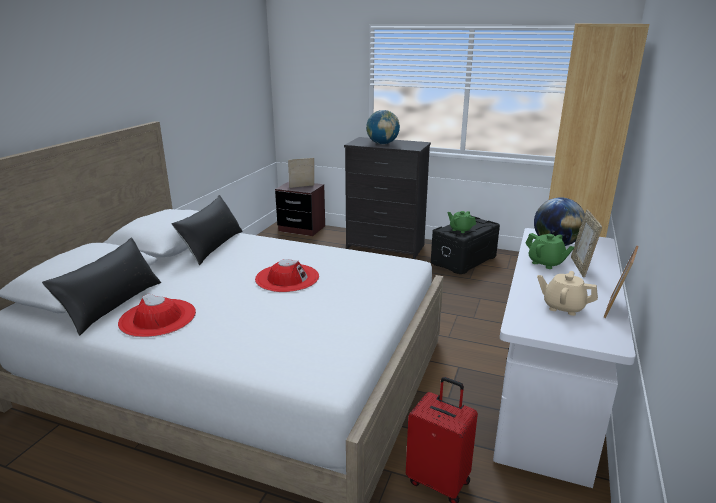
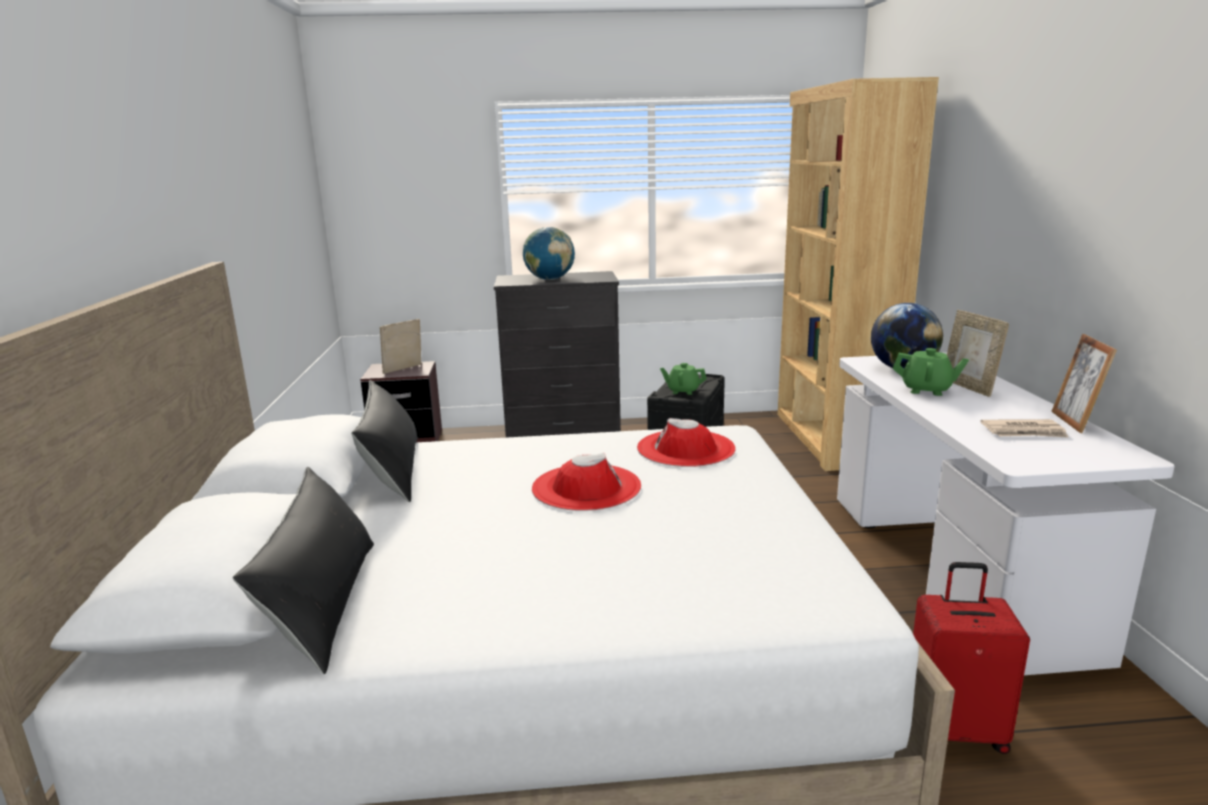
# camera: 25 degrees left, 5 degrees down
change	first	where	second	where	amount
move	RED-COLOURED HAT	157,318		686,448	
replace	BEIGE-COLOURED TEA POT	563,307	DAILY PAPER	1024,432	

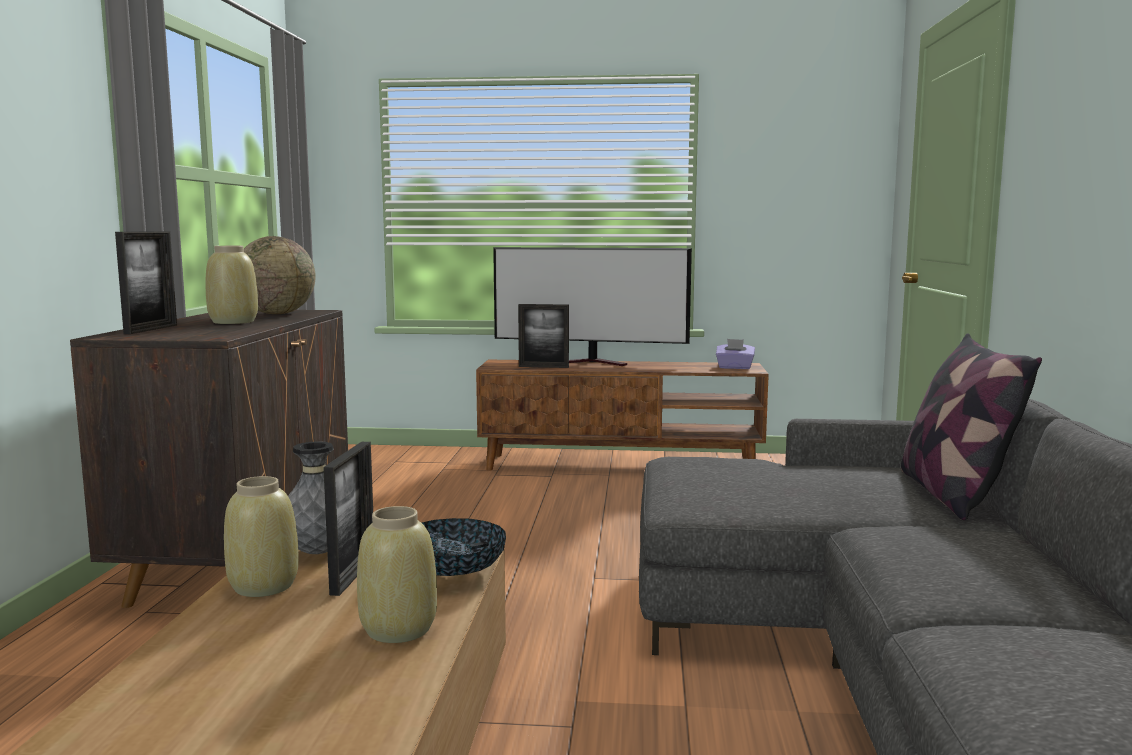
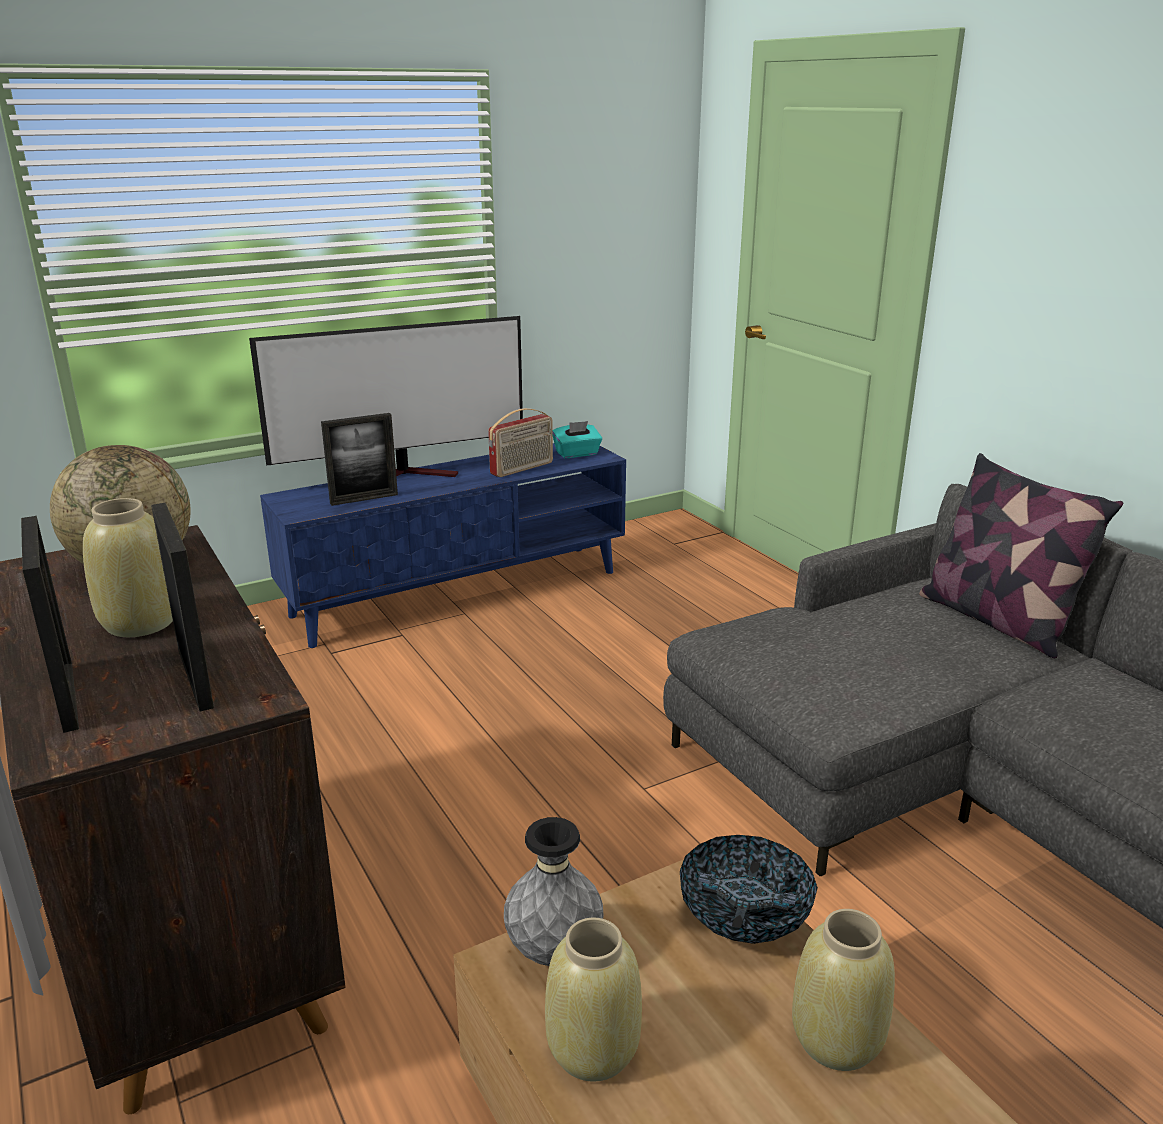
# camera: 35 degrees left, 15 degrees up
change	first	where	second	where	amount
move	STANDING FRAME	353,575		195,678	
recolor	BROWNISH TV UNIT	621,465	BLUE TV UNIT	459,592	
insert			RADIO SET	522,469	
recolor	PURPLE TISSUE HOLDER	734,367	TURQUOISE TISSUE HOLDER	577,454	

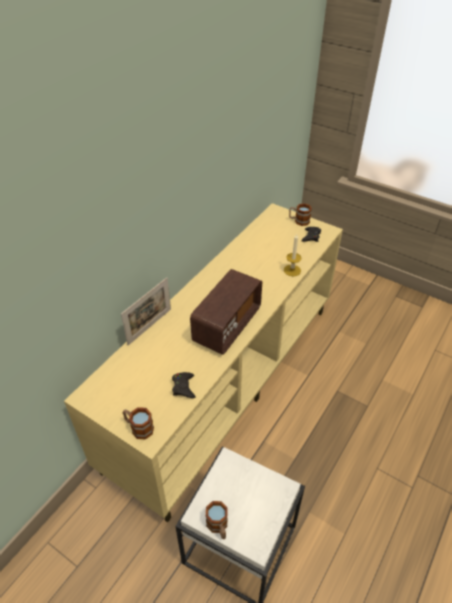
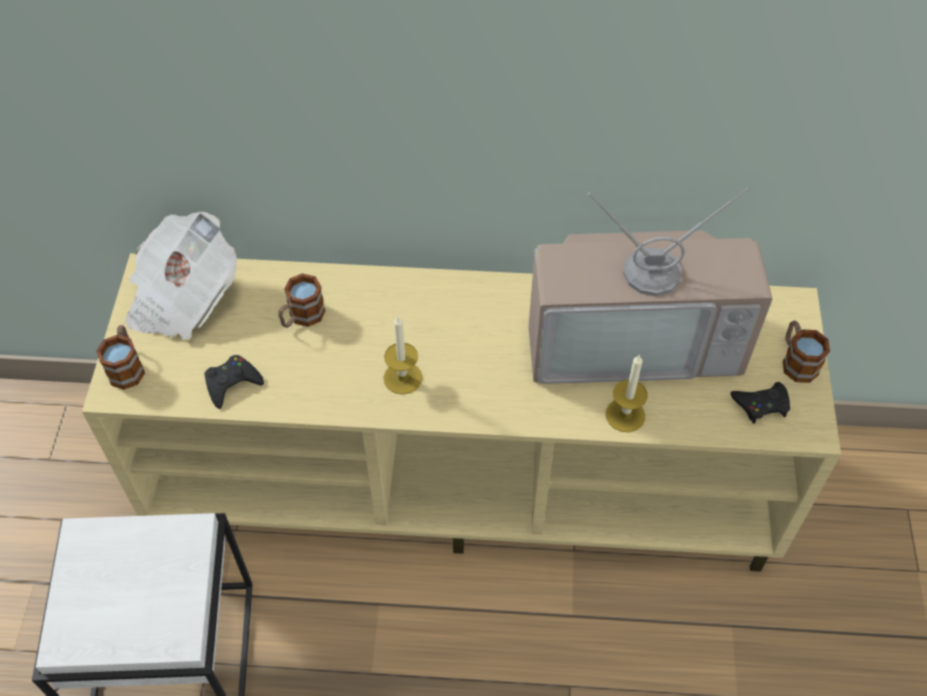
# camera: 60 degrees right, 10 degrees up
change	first	where	second	where	amount
insert			DAILY PAPER	183,297	
move	MUG	218,526		301,317	
replace	RADIO SET	227,325	WAX LIGHT	402,378	
insert			TV SET	634,338	
delete	STANDING FRAME	149,326			

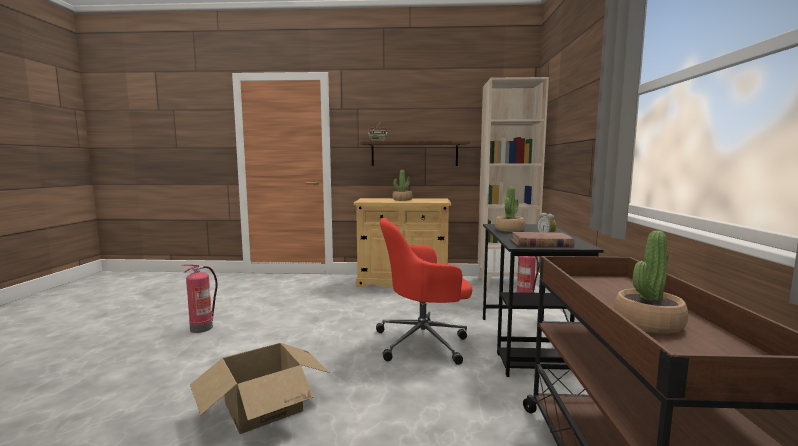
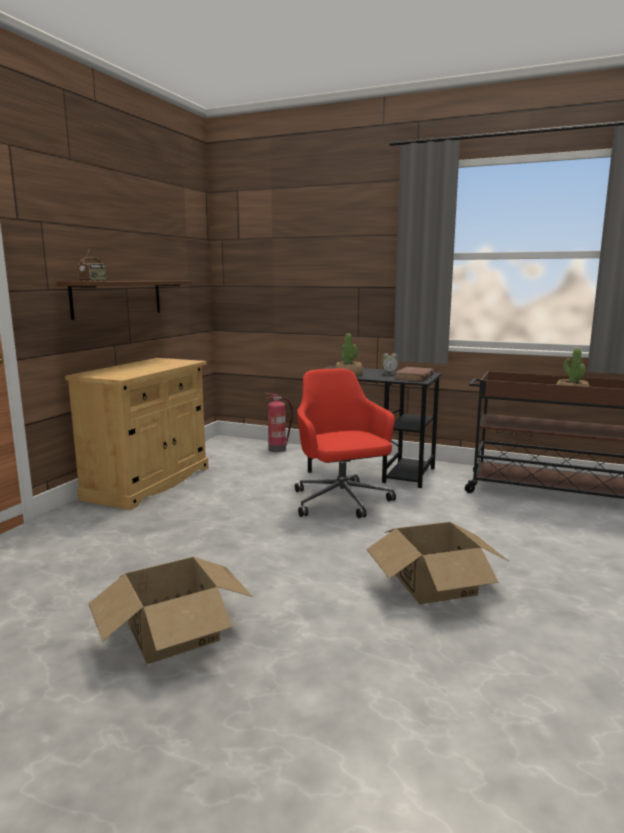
# camera: 70 degrees left, 5 degrees up
change	first	where	second	where	amount
replace	FIRE-FIGHTING CYLINDER	202,328	PACKING BOX	173,632	
rotate	RED-COLOURED DESK CHAIR	424,342		341,502	150 degrees clockwise
delete	POTTED PLANT	402,200			
delete	BEIGE-COLOURED SHELVING UNIT	506,283			

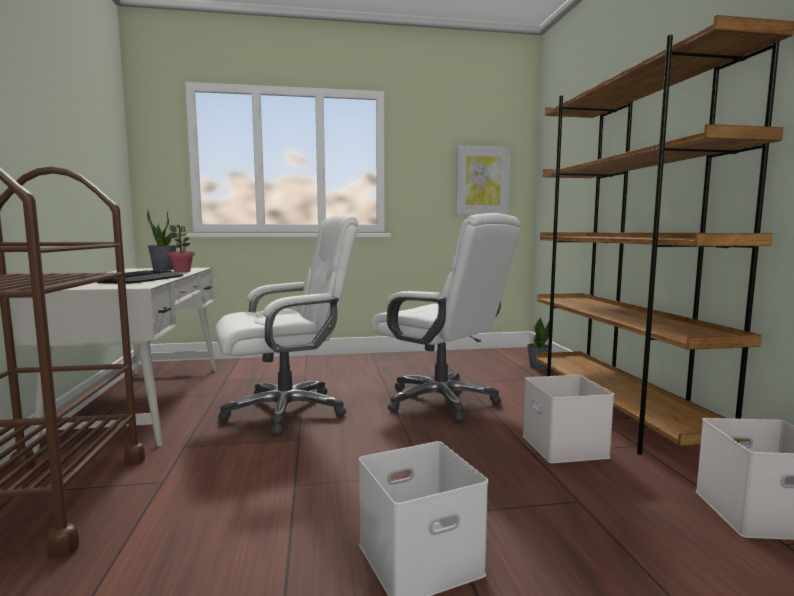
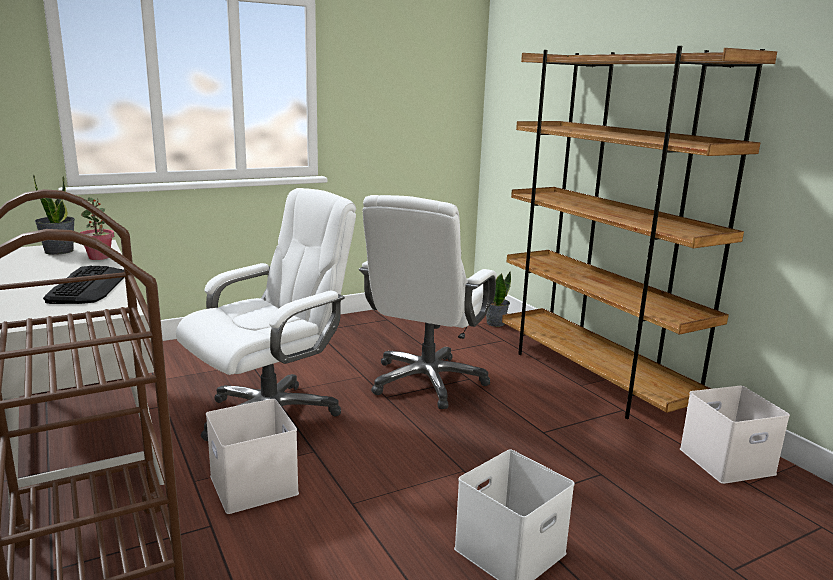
# camera: 20 degrees left, 10 degrees up
change	first	where	second	where	amount
move	WHITISH STORAGE BOX	566,447		255,485	
rotate	WHITISH DESK CHAIR	442,401		427,381	90 degrees clockwise
delete	WALL ART	482,181			

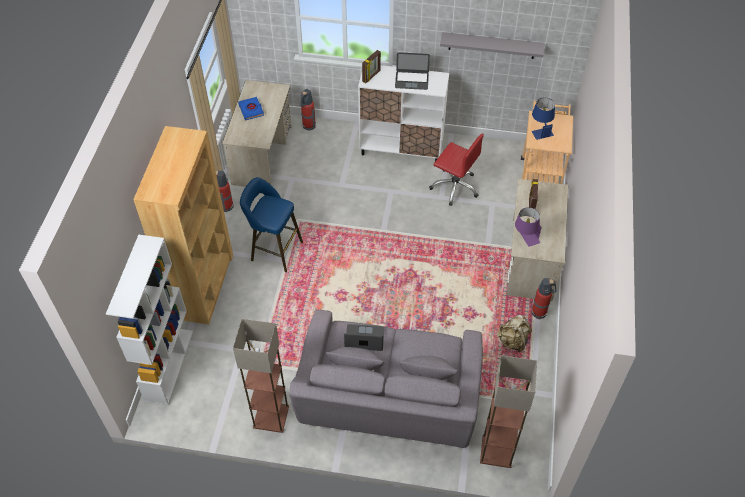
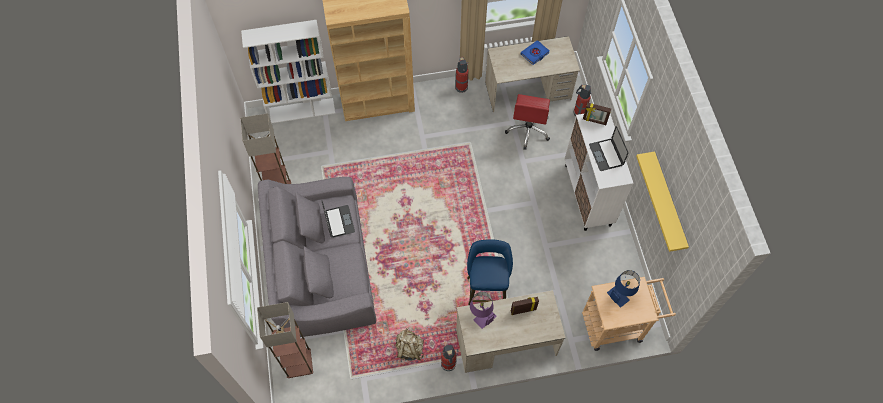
# camera: 70 degrees right, 10 degrees up
change	first	where	second	where	amount
move	BLUE STOOL	274,250		486,292	
move	RED-COLOURED DESK CHAIR	455,187		528,130	
recolor	GREYISH BRACKET SHELF	491,45	YELLOWISH BRACKET SHELF	668,202	

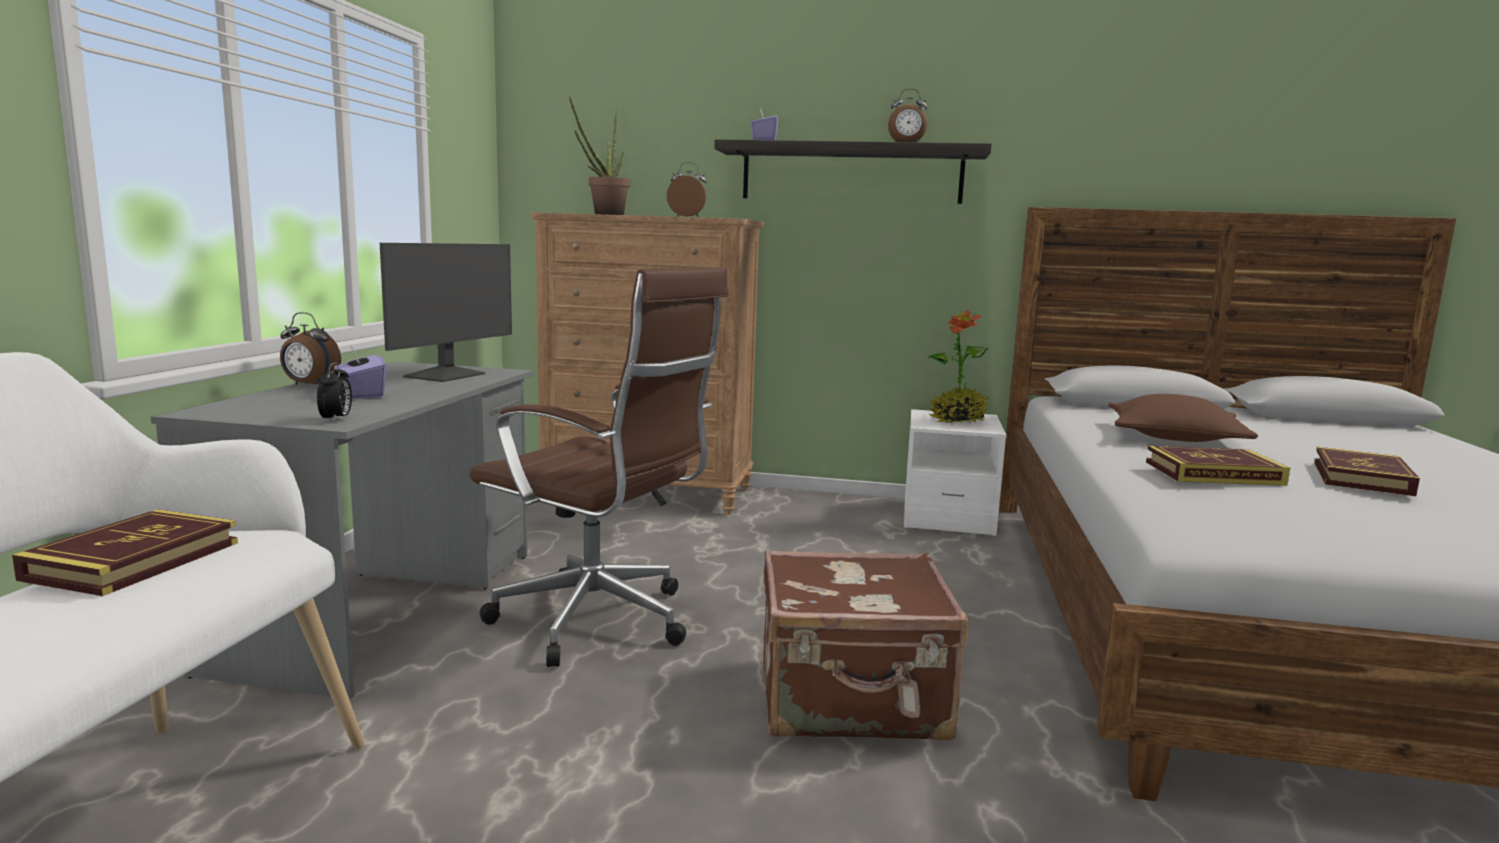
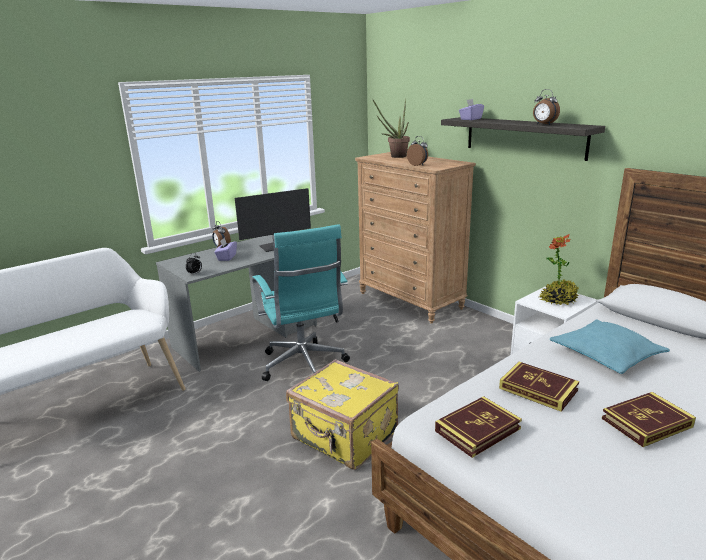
# camera: 40 degrees right, 10 degrees up
change	first	where	second	where	amount
recolor	BROWNISH DESK CHAIR	601,622	TURQUOISE DESK CHAIR	304,366	
recolor	BROWNISH TRAVEL CASE	852,701	YELLOWISH TRAVEL CASE	344,437	
move	VOLUME	134,560		477,430	
recolor	BROWNISH THROW PILLOW	1174,438	TURQUOISE THROW PILLOW	606,355	

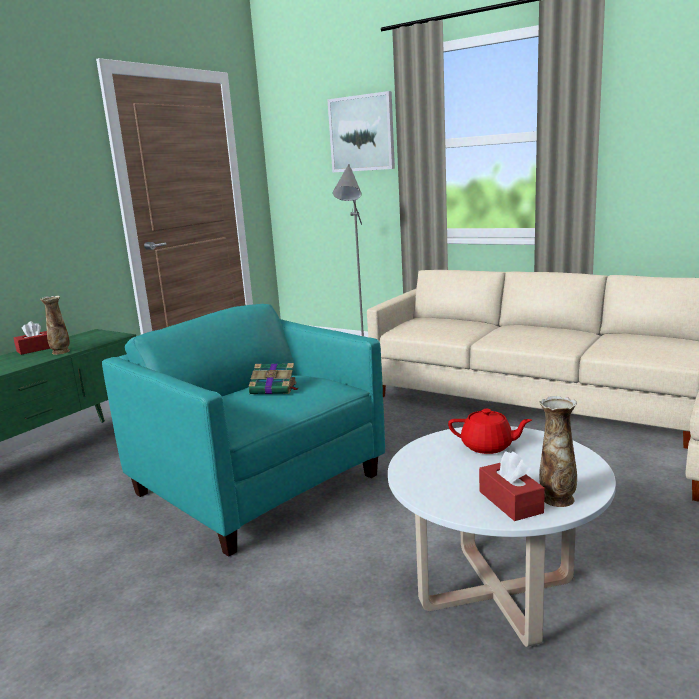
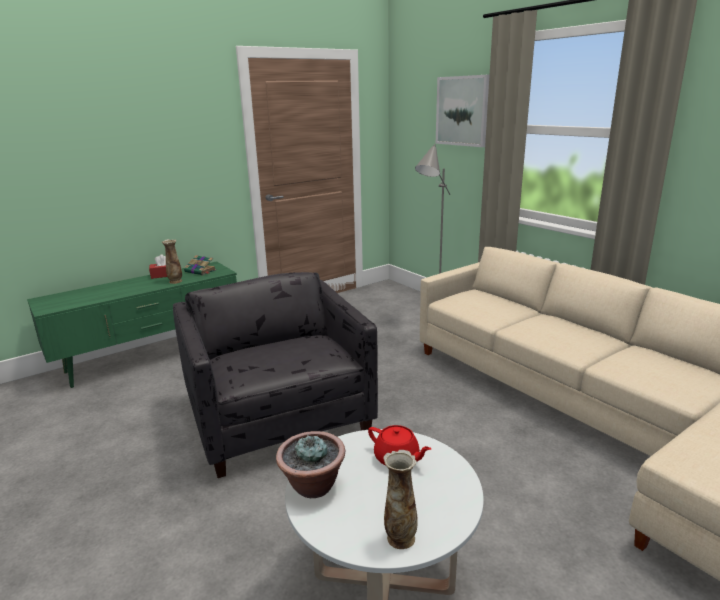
# camera: 20 degrees right, 5 degrees up
change	first	where	second	where	amount
recolor	TURQUOISE ARMCHAIR	256,485	GREYISH ARMCHAIR	278,418	
move	VOLUME	274,389		201,271	
insert			POTTED PLANT	312,486	
delete	RED-COLOURED TISSUE HOLDER	510,502			

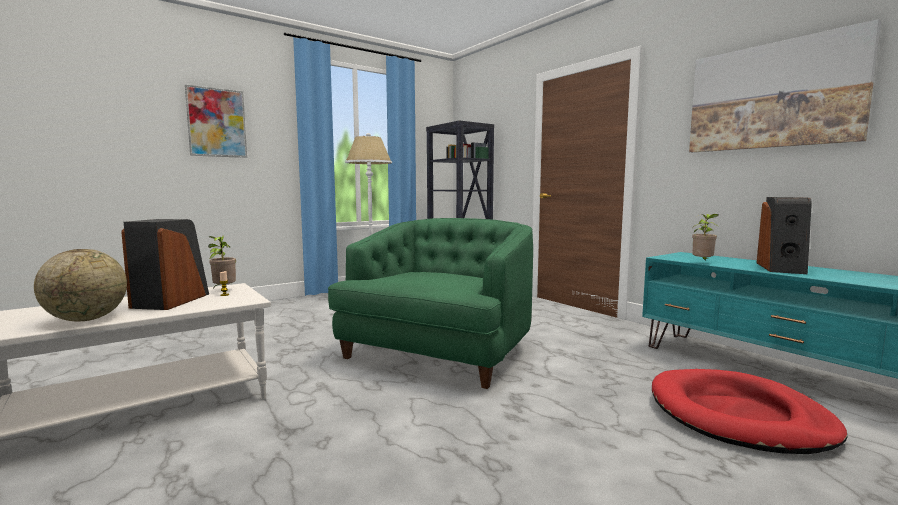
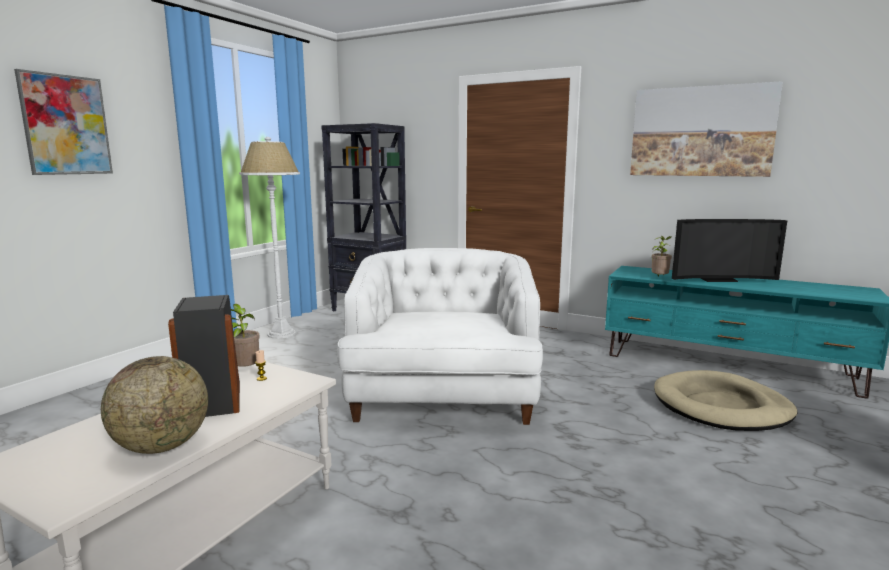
# camera: 25 degrees left, 5 degrees up
change	first	where	second	where	amount
recolor	GREEN-COLOURED ARMCHAIR	438,352	WHITISH ARMCHAIR	442,395	
recolor	RED-COLOURED PET BED	738,416	BEIGE-COLOURED PET BED	721,406	
replace	AUDIO SPEAKER	782,268	TV SET	717,280	

